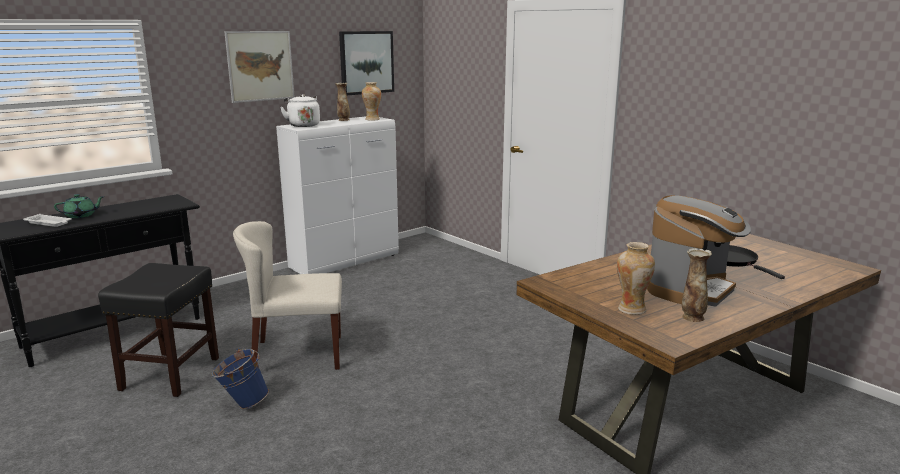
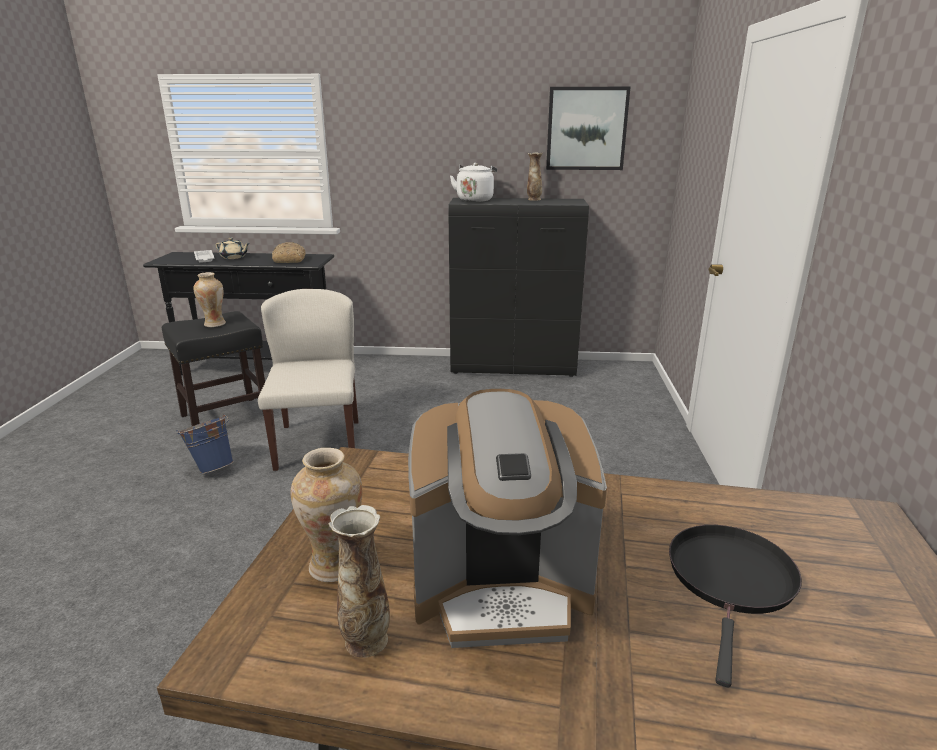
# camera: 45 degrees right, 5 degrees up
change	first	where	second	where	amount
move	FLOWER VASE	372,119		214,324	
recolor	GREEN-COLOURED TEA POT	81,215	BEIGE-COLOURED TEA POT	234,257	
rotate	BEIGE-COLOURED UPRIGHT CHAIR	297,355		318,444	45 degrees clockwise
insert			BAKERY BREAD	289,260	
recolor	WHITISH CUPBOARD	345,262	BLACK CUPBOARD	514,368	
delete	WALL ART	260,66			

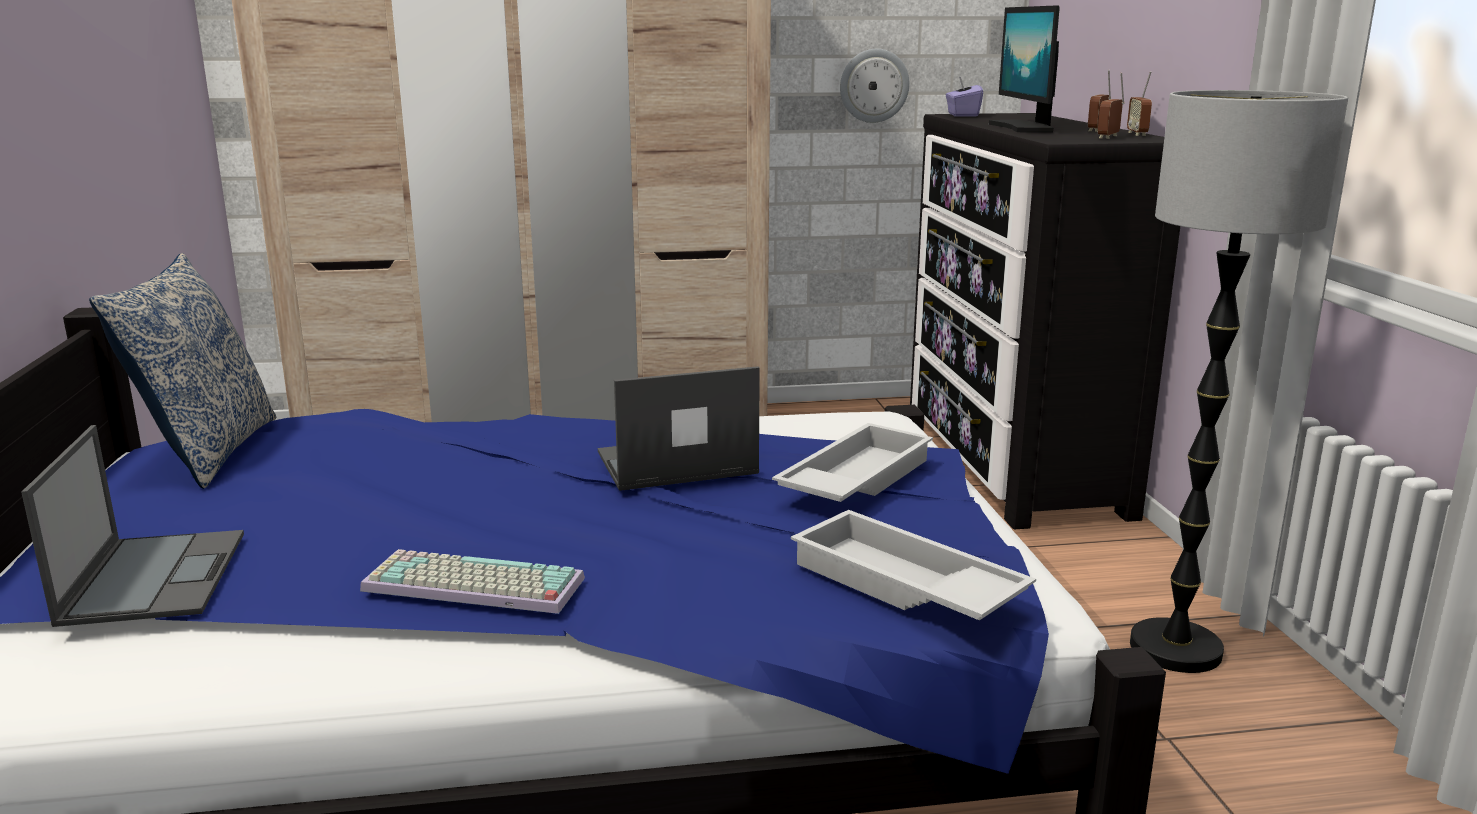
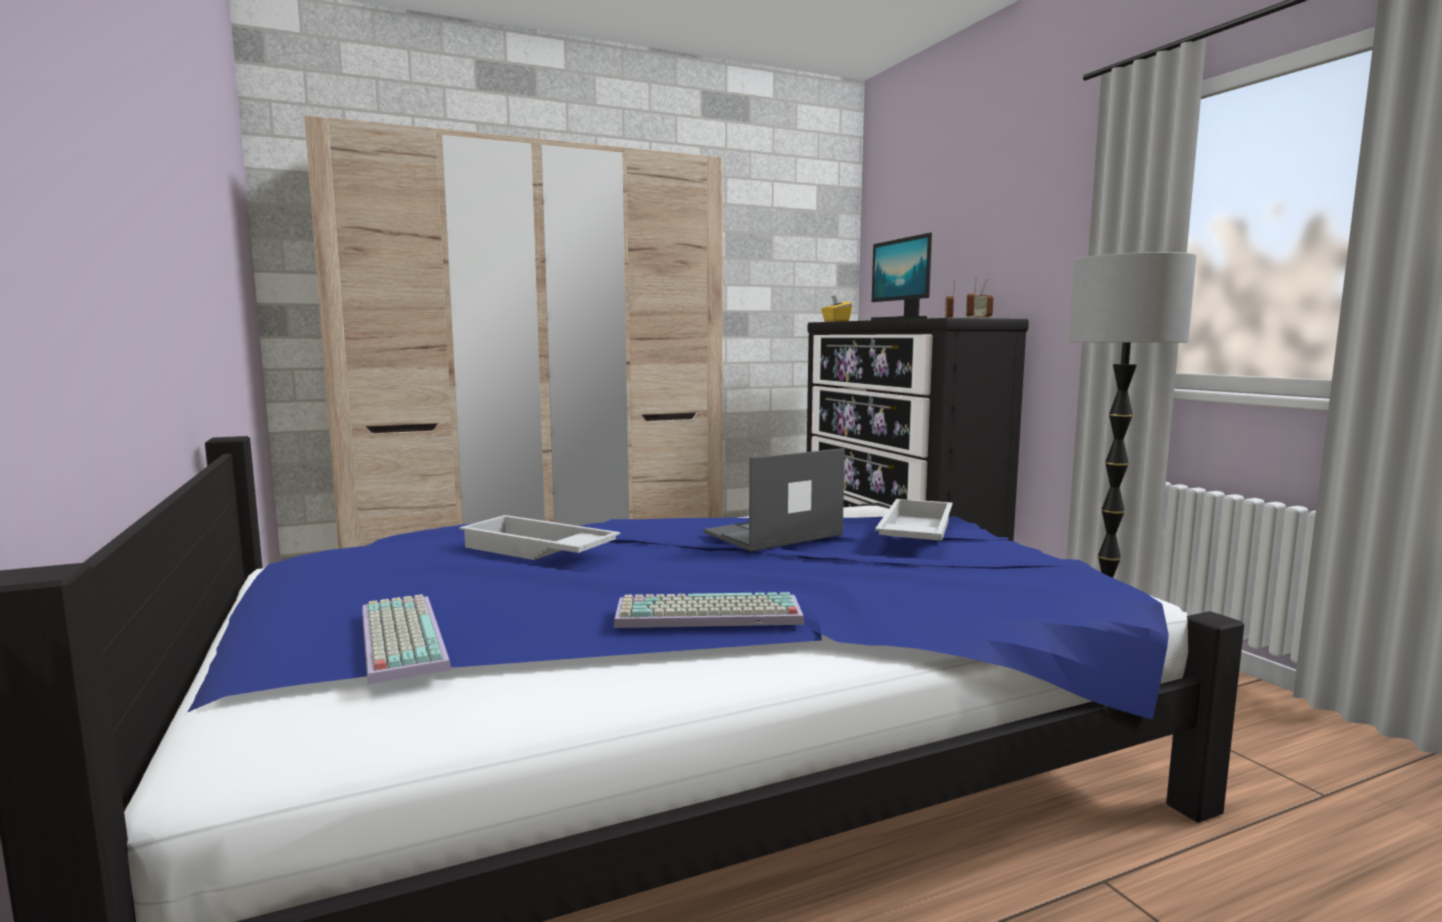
# camera: 15 degrees left, 10 degrees down
change	first	where	second	where	amount
replace	PORTABLE COMPUTER	155,576	COMPUTER KEYBOARD	398,638	
move	WHITISH TRAY	902,585		536,550	
recolor	PURPLE TISSUE HOLDER	962,115	YELLOWISH TISSUE HOLDER	836,321	
delete	THROW PILLOW	207,452			
delete	HANGING CLOCK	874,85			

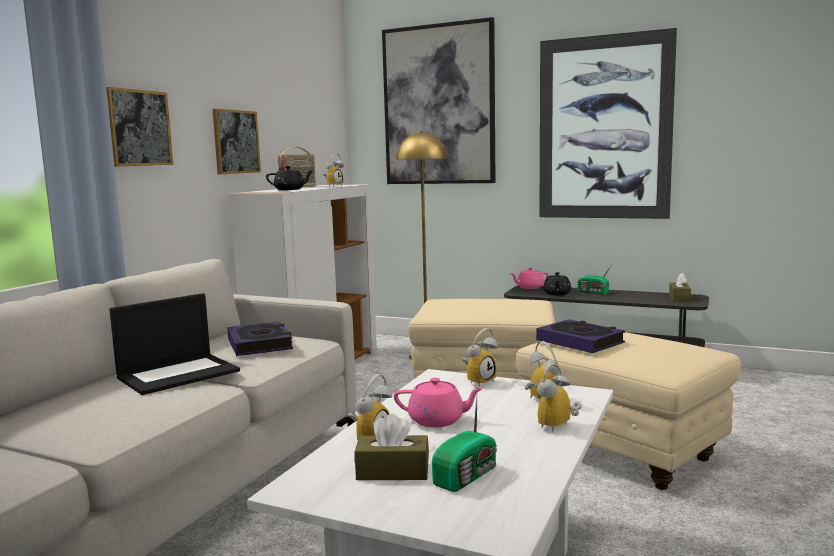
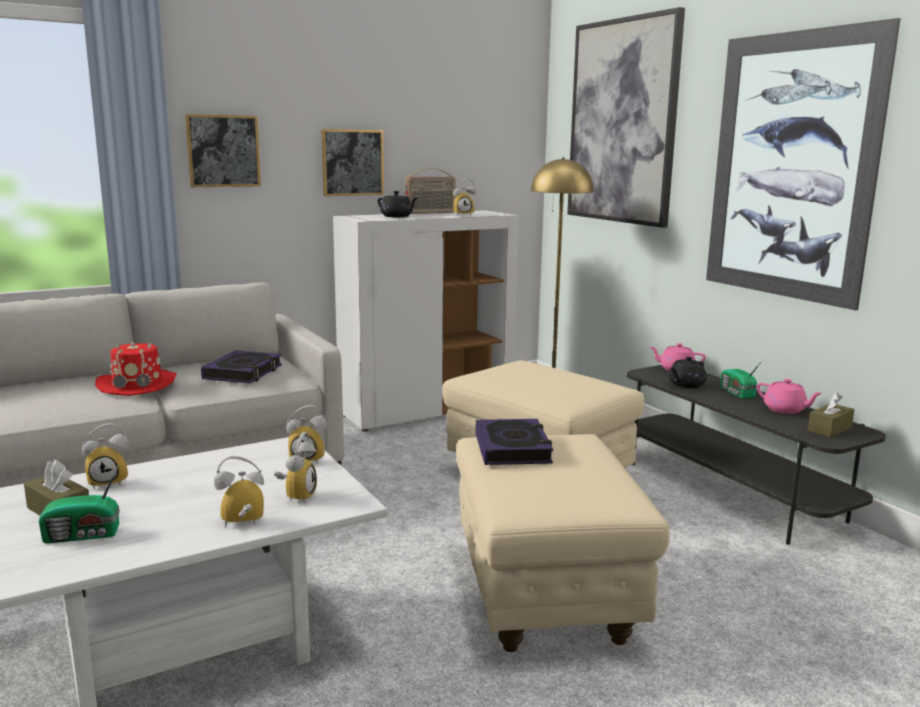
# camera: 35 degrees right, 5 degrees up
change	first	where	second	where	amount
replace	PORTABLE COMPUTER	179,374	RED-COLOURED HAT	137,384	
move	PINKISH TEA POT	438,420		785,410	

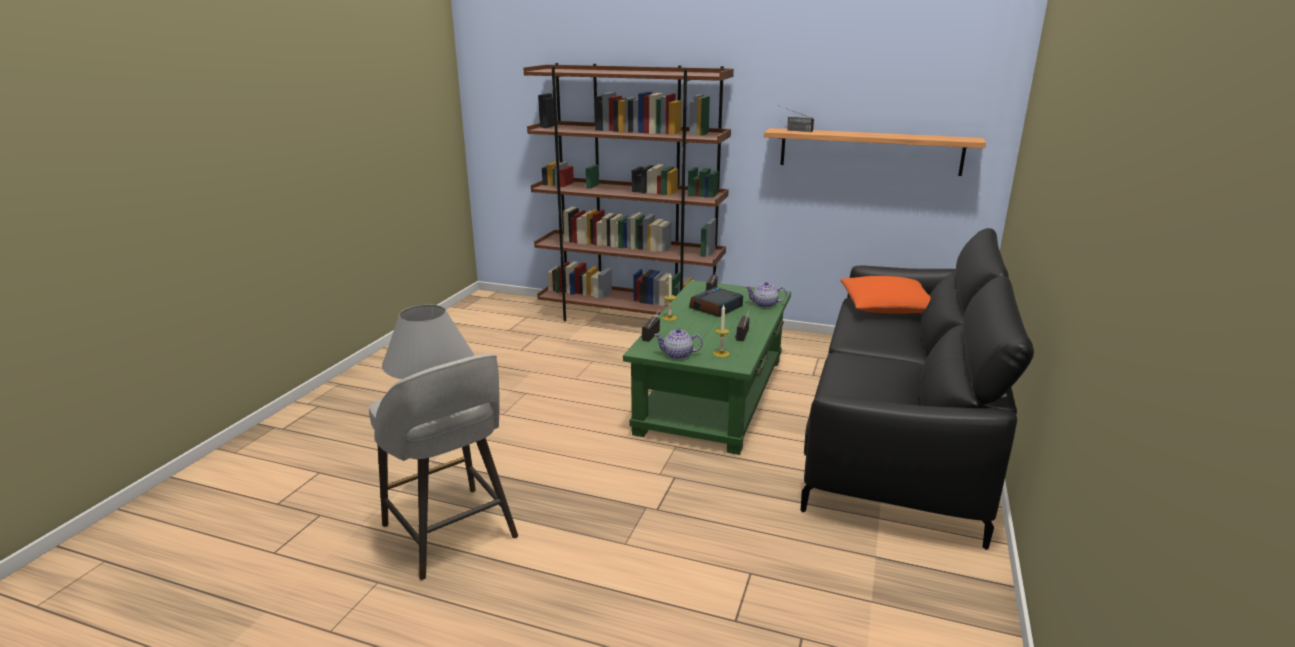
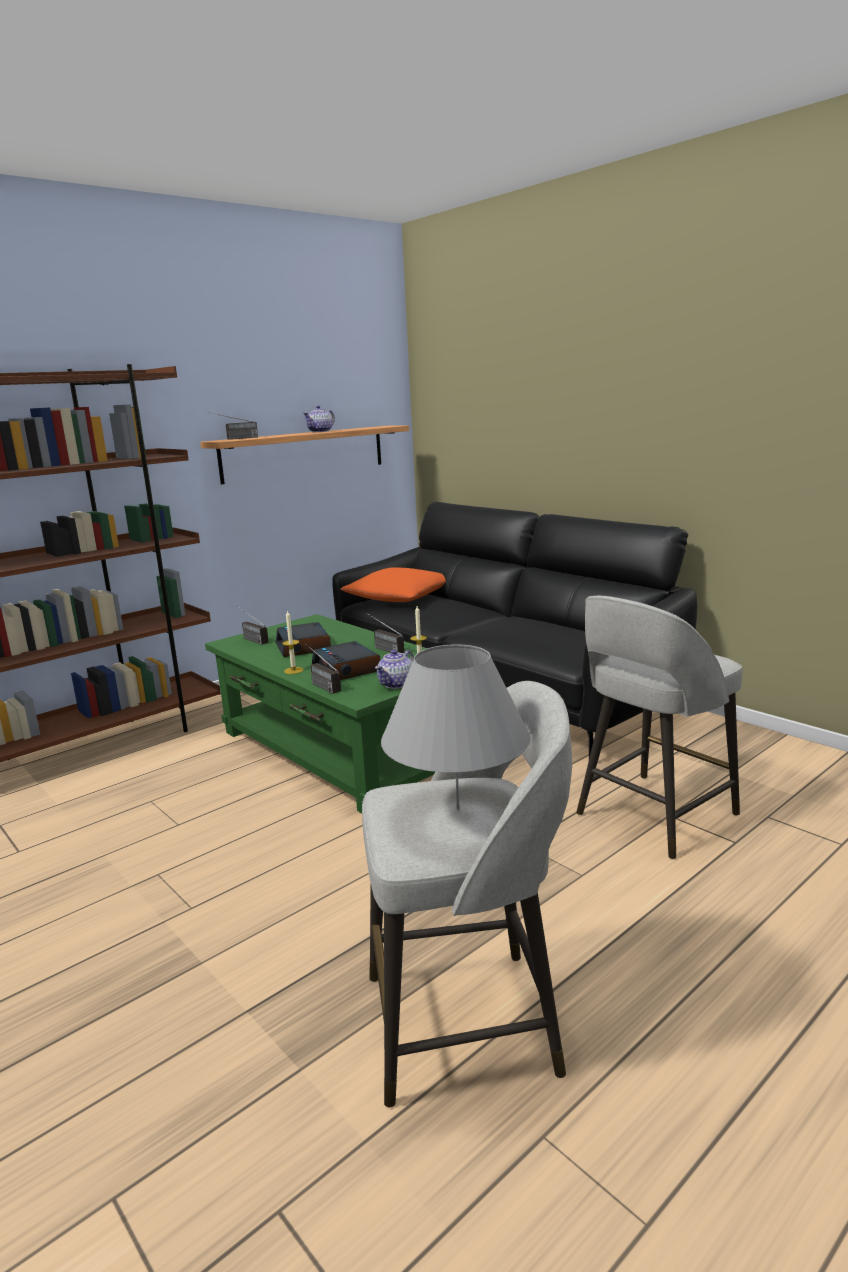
# camera: 60 degrees left, 5 degrees down
change	first	where	second	where	amount
move	TEA POT	765,305		320,431	
insert			BEDSIDE CLOCK	347,669	
insert			GREYISH STOOL	653,815	

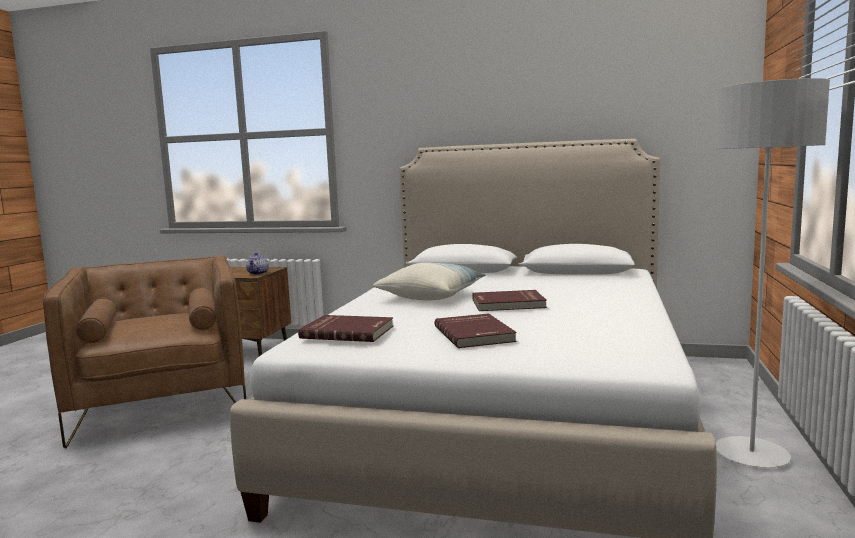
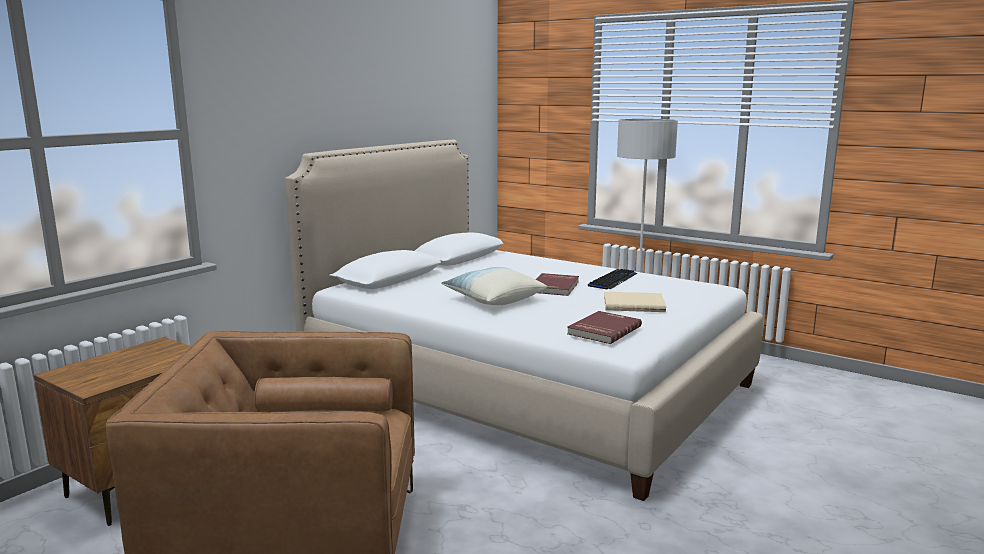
# camera: 70 degrees left, 5 degrees up
change	first	where	second	where	amount
insert			COMPUTER KEYBOARD	613,280	
recolor	RED-COLOURED VOLUME	475,334	BEIGE-COLOURED VOLUME	633,304	
delete	TEA POT	258,273			

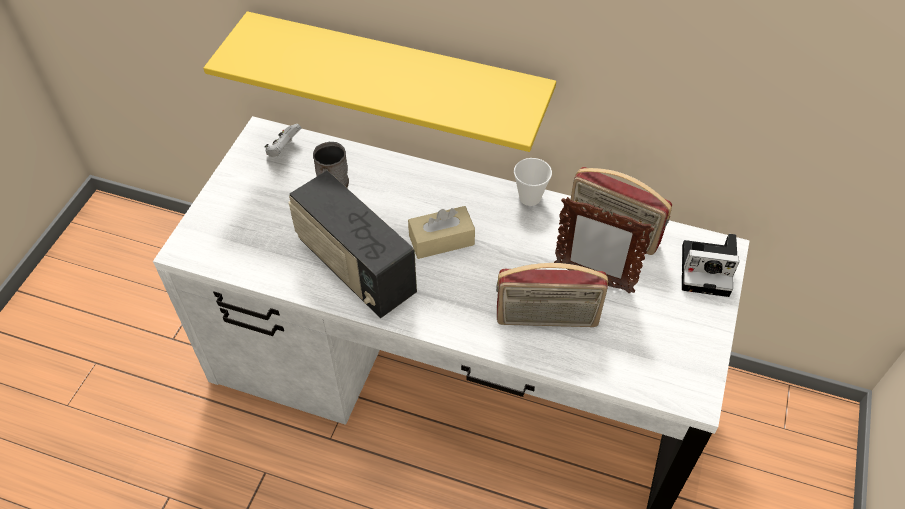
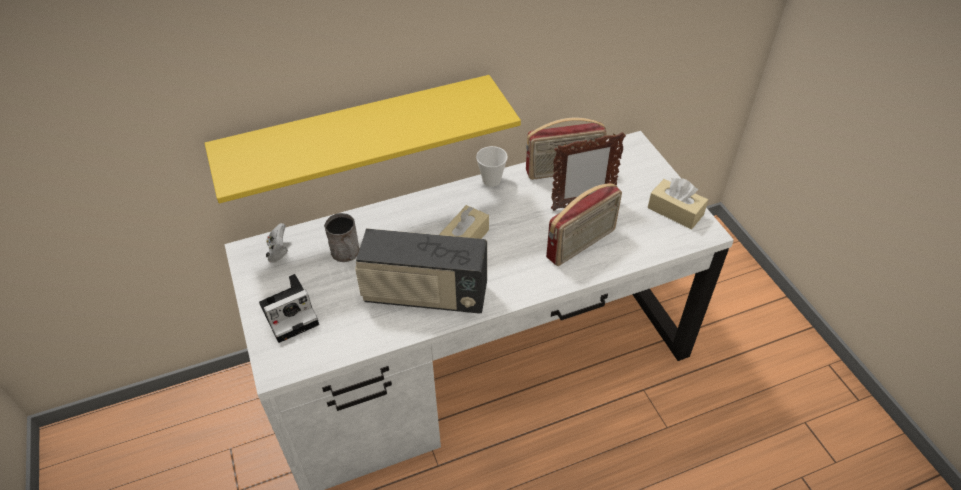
# camera: 40 degrees left, 5 degrees down
change	first	where	second	where	amount
move	PHOTO CAMERA	708,269		291,313	
insert			BEIGE-COLOURED TISSUE HOLDER	675,211	

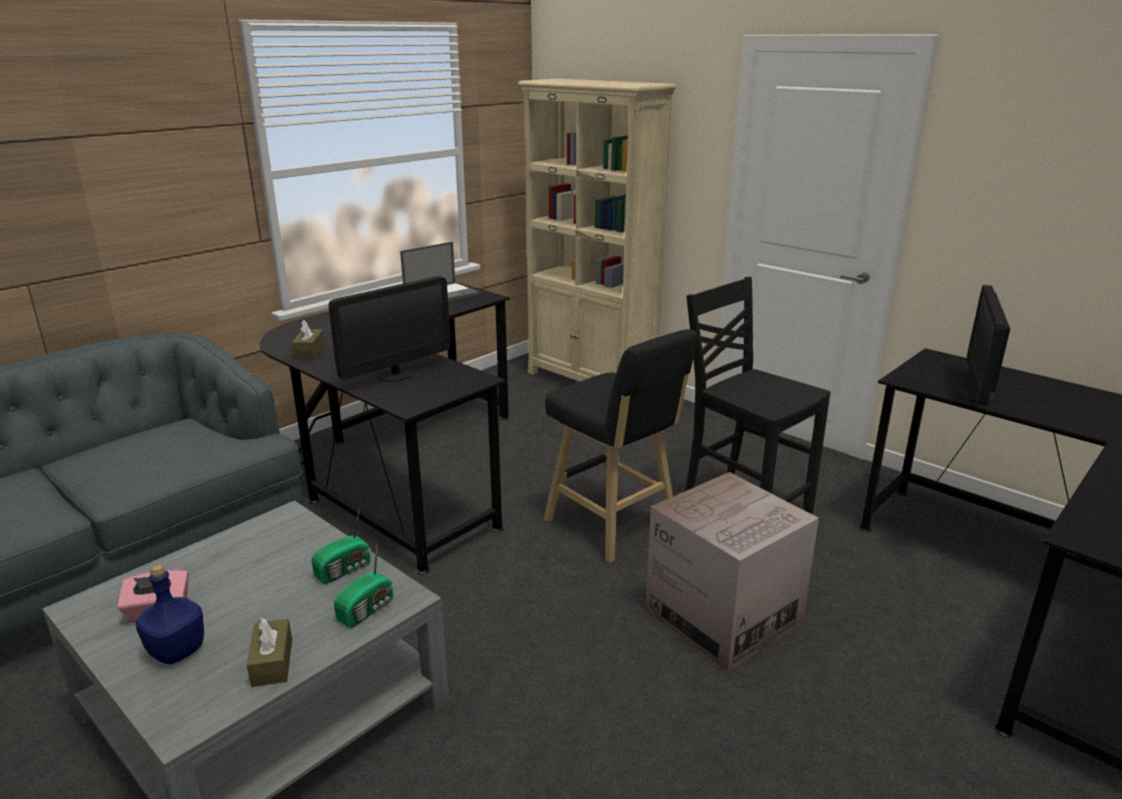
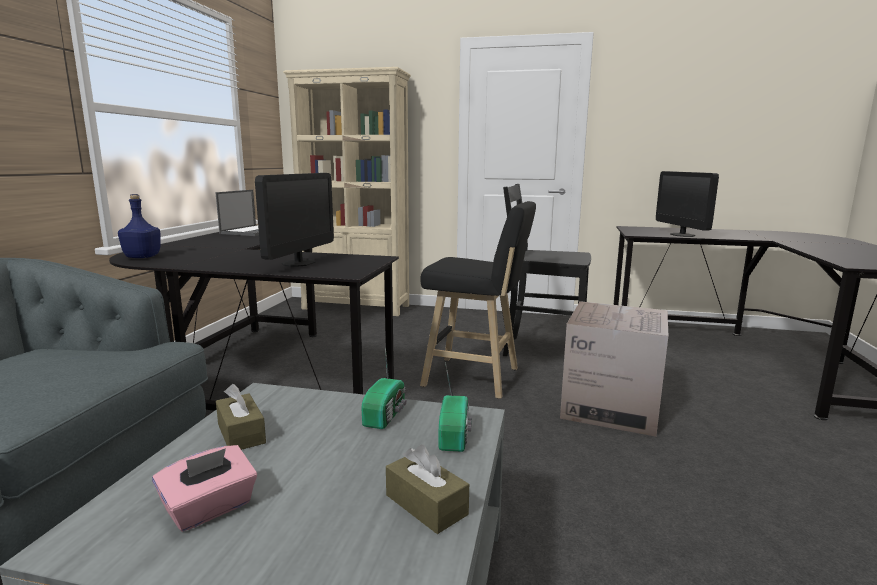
# camera: 30 degrees left, 10 degrees down
change	first	where	second	where	amount
move	BLUE BEVERAGE BOTTLE	178,651		143,257	
move	BROWNISH TISSUE HOLDER	309,351		241,433	

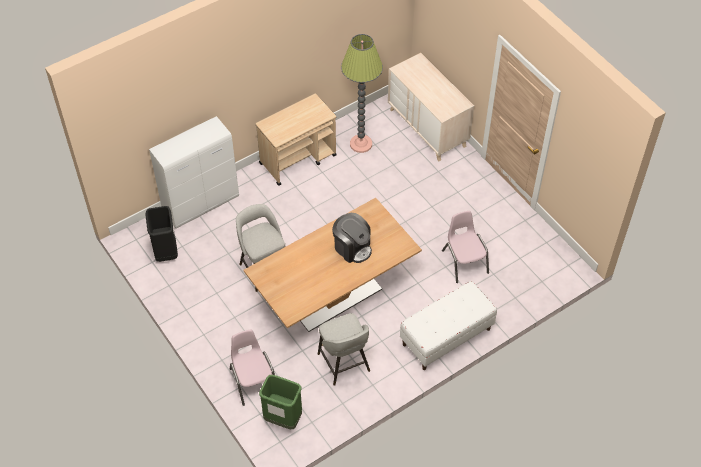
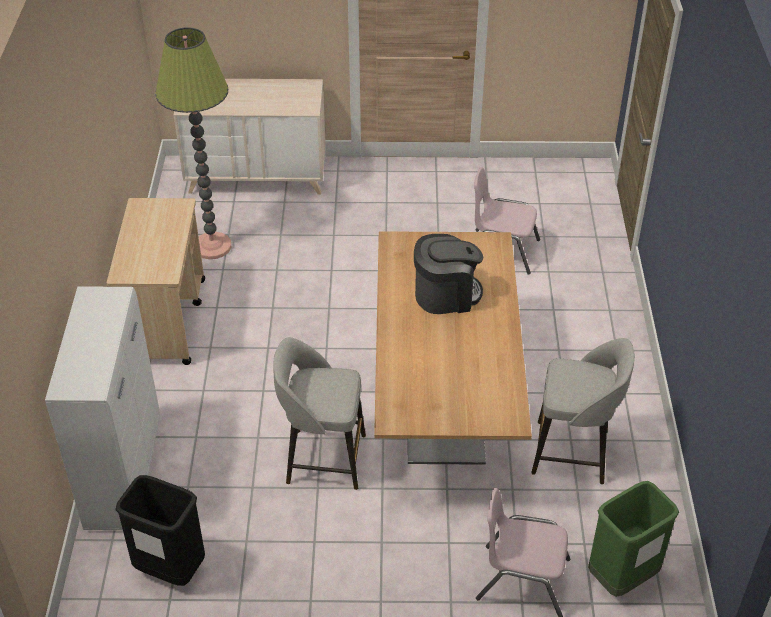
# camera: 55 degrees left, 10 degrees down
change	first	where	second	where	amount
delete	WHITISH BENCH	446,337			

